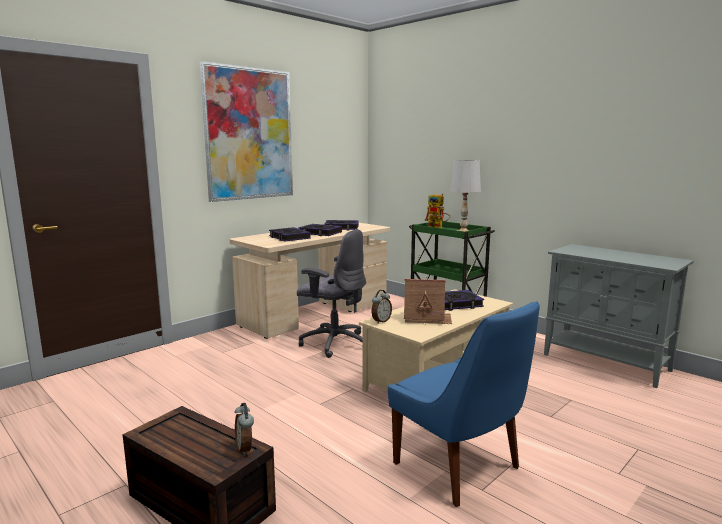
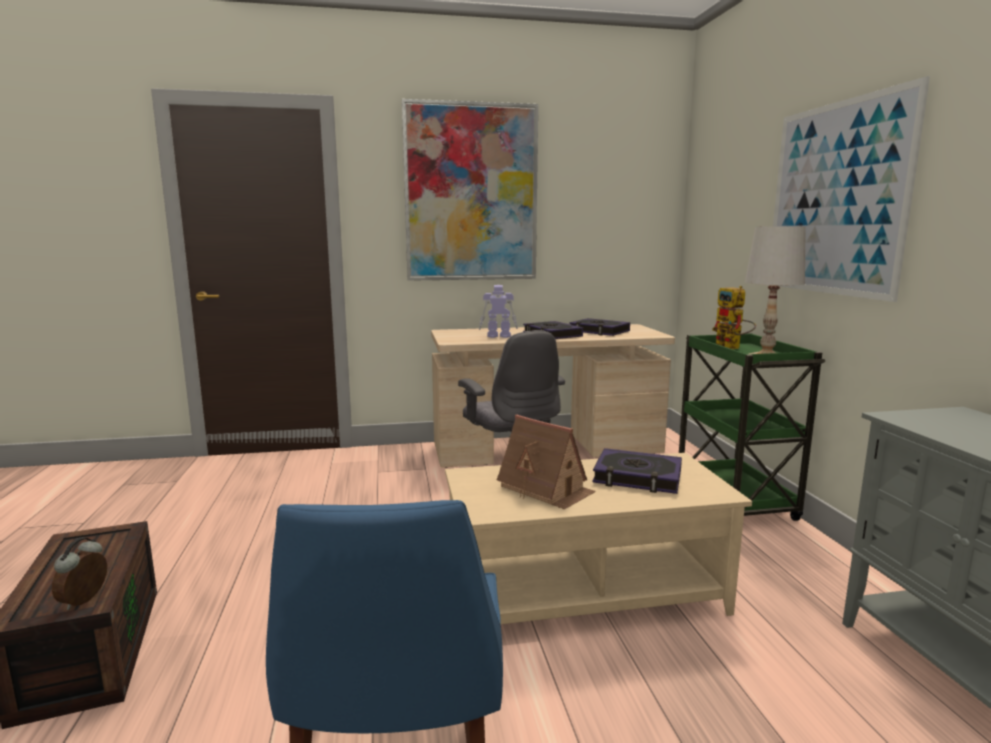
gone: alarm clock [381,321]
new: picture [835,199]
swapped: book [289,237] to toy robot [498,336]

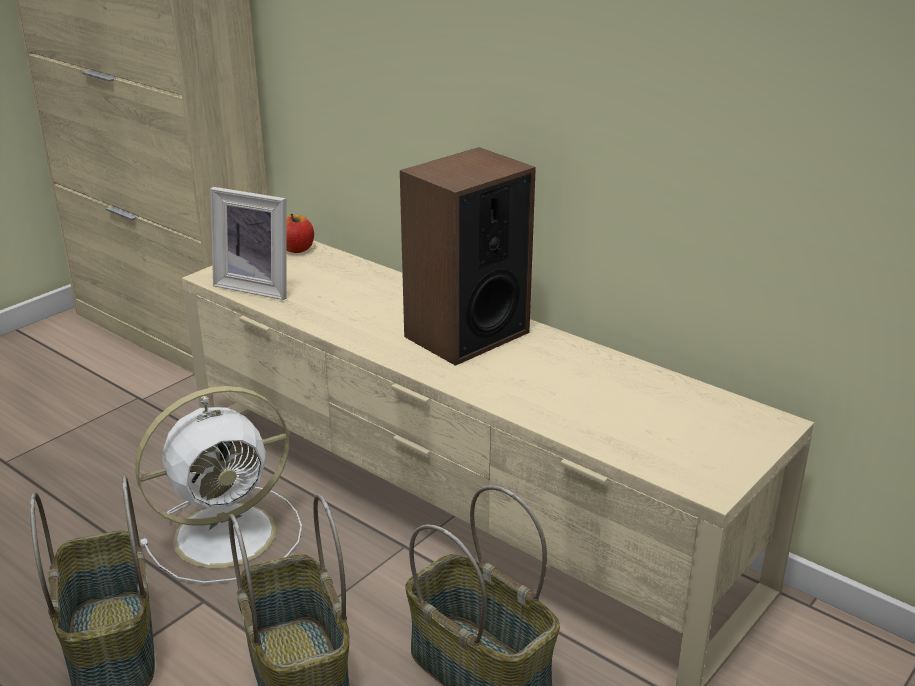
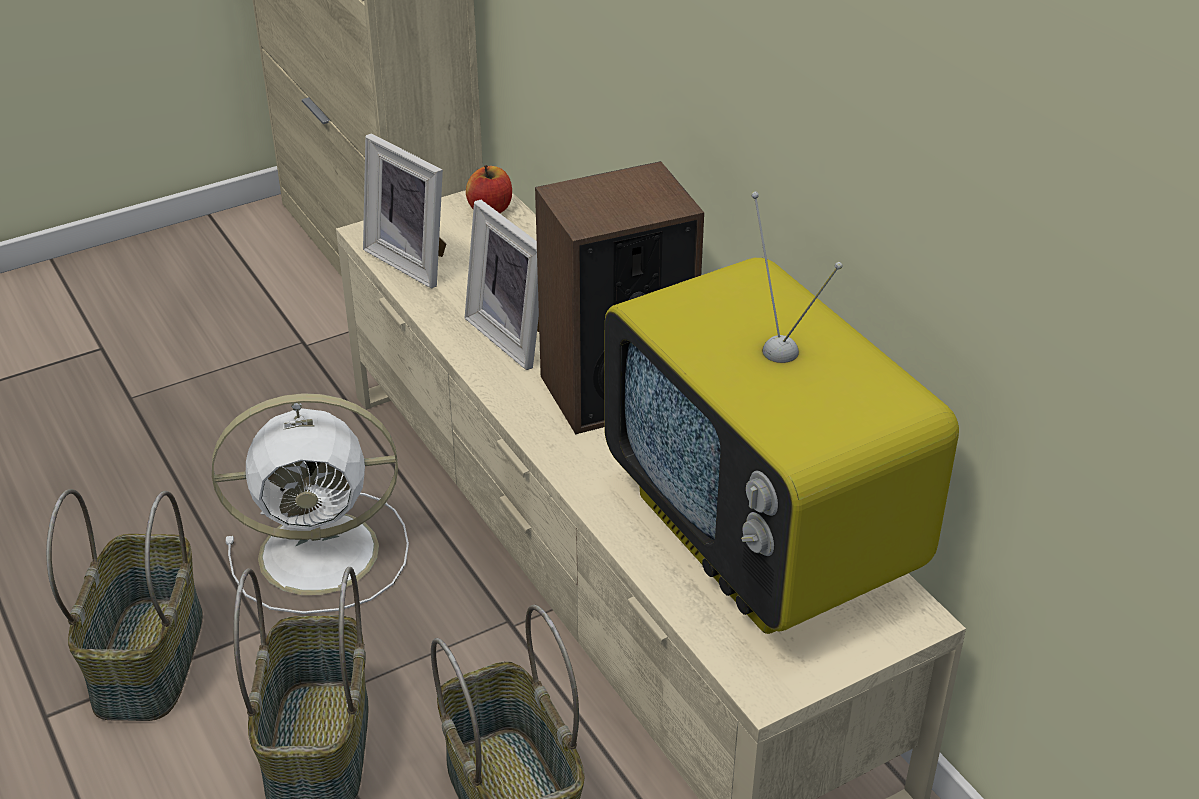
new: picture frame [515,336]; television [764,539]

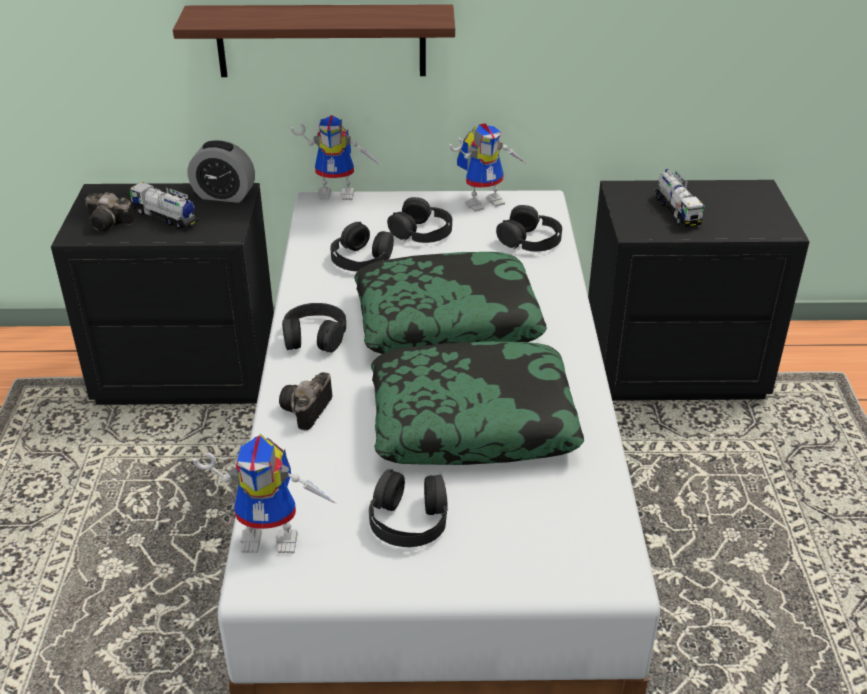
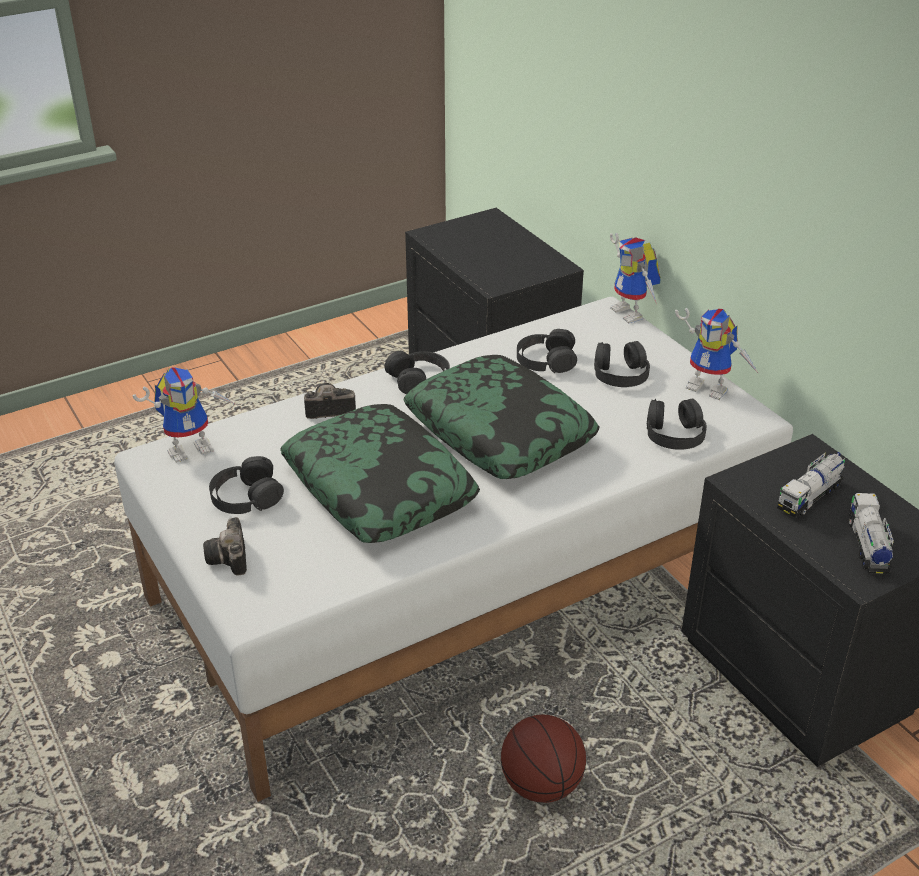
gone: shelf [321,41]; alarm clock [224,195]
new: basketball [541,785]
shifted: photo camera [110,223] to [230,559]; toy truck [165,217] to [868,546]
rotated: toy robot [275,536] = [192,447] 90 degrees counterclockwise

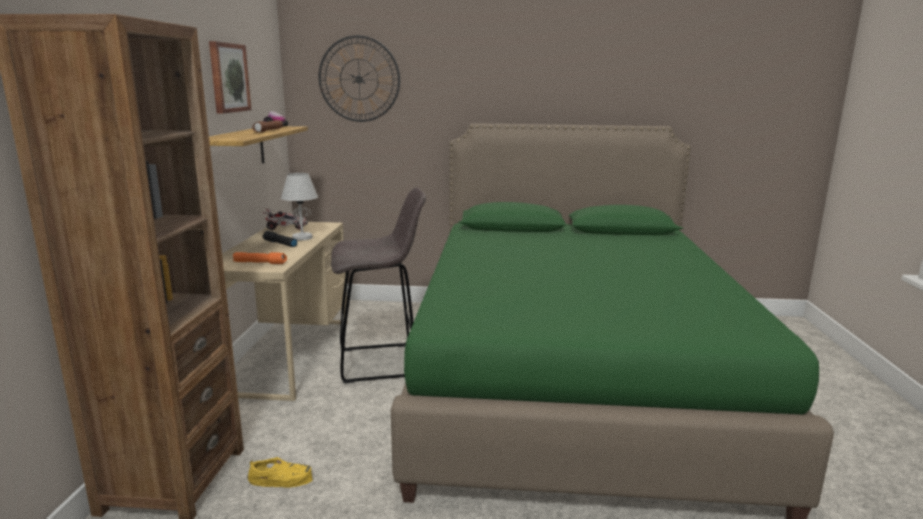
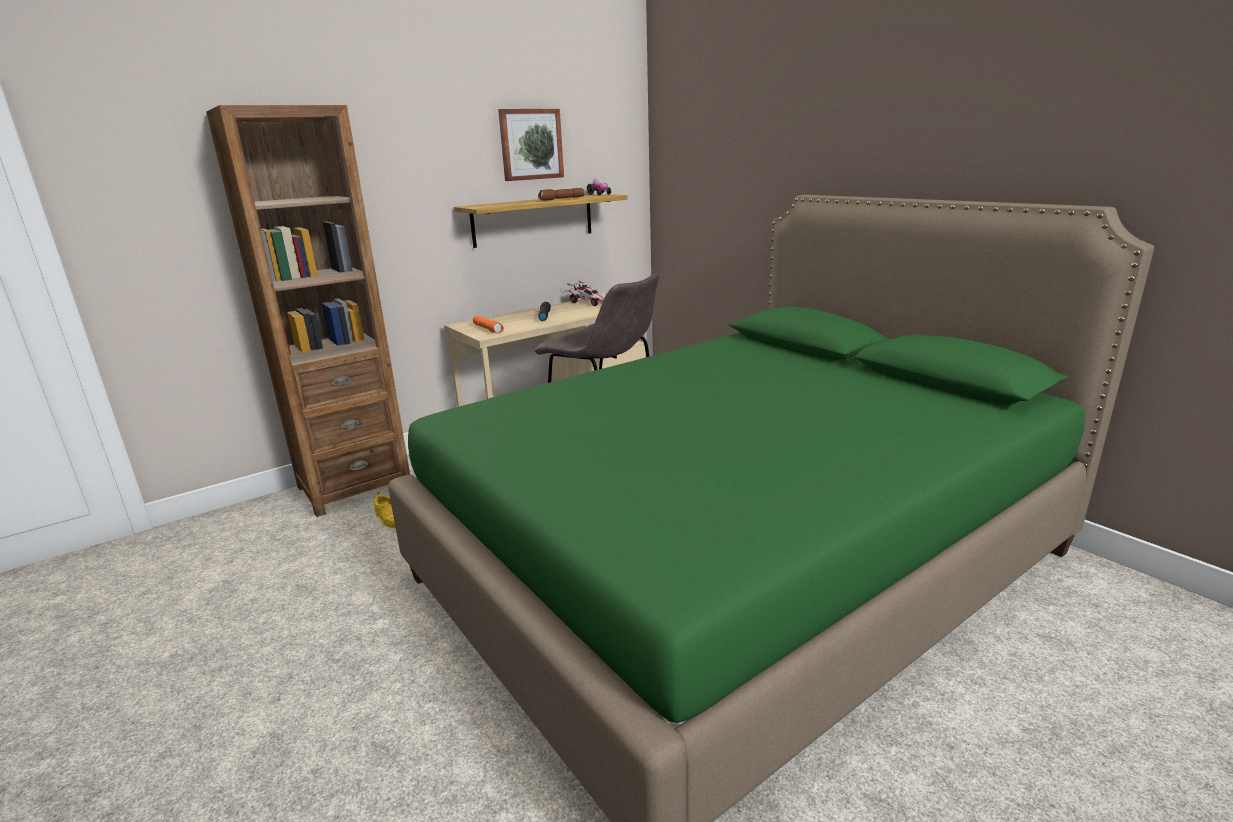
gone: table lamp in white [302,237]; wall clock [359,79]

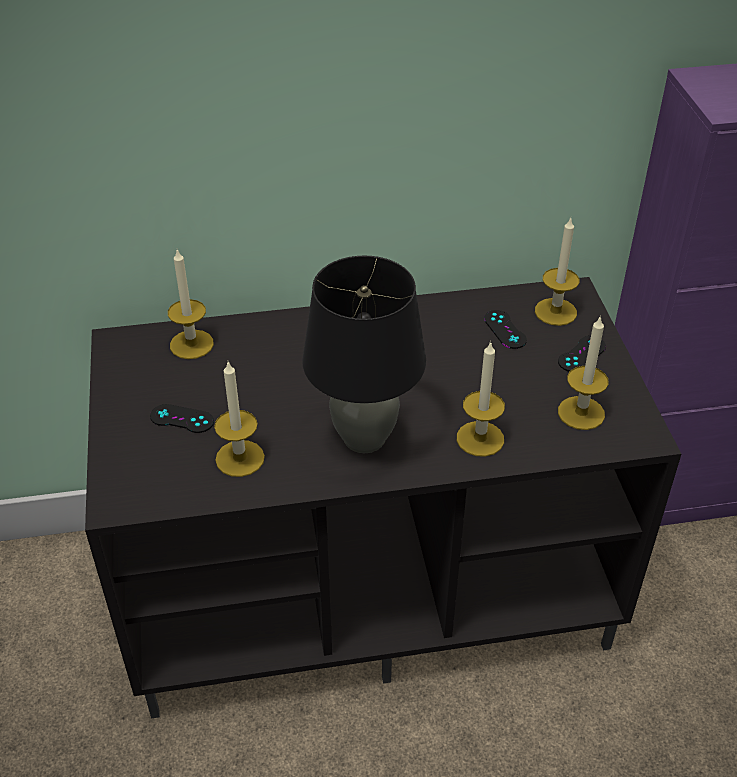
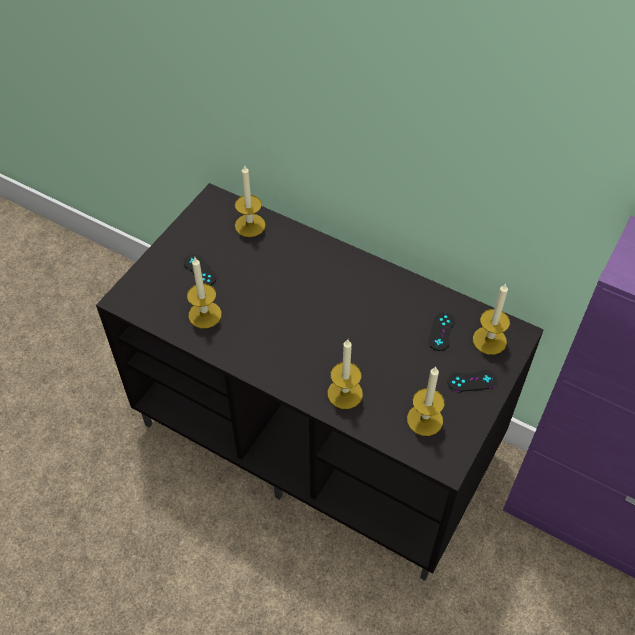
gone: table lamp in black [364,438]

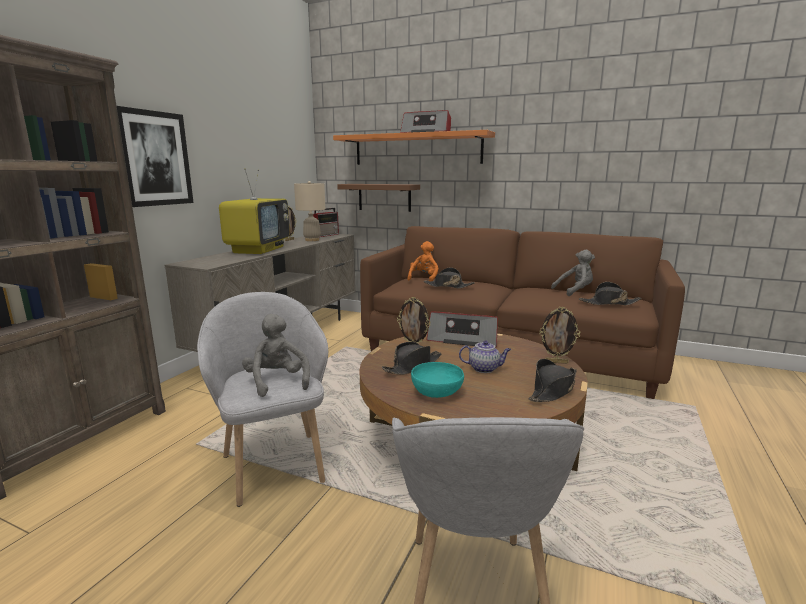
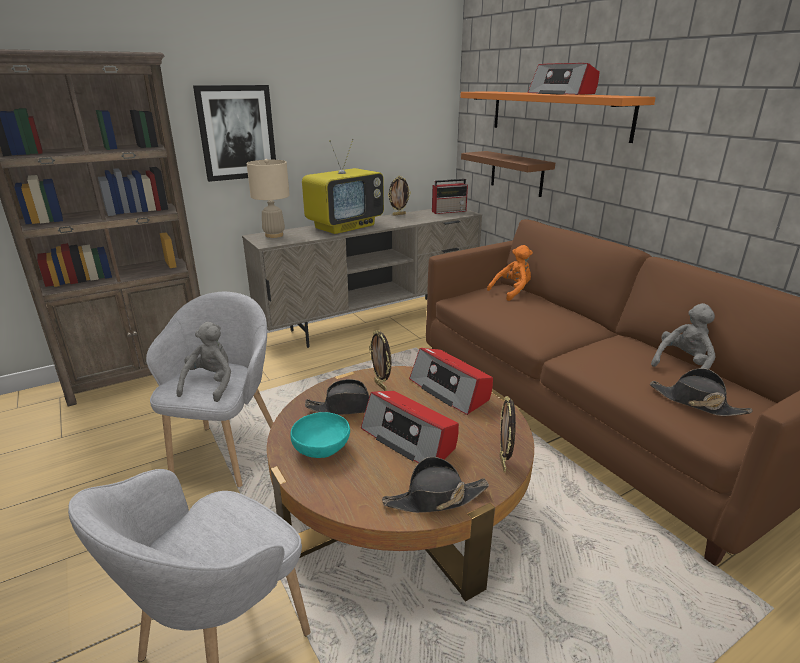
gone: hat in black [448,286]
shifted: table lamp in beige [312,240] to [274,235]
swapped: teapot [484,368] to radio [409,439]
rotated: picture frame [556,362] = [503,463] 45 degrees clockwise; plush toy in grey [575,291] = [682,365] 60 degrees counterclockwise

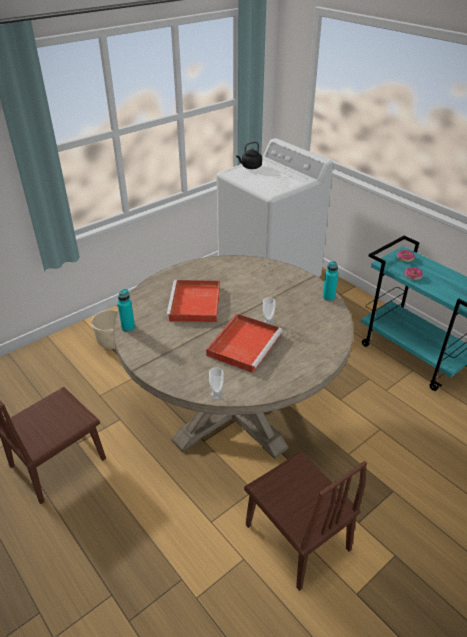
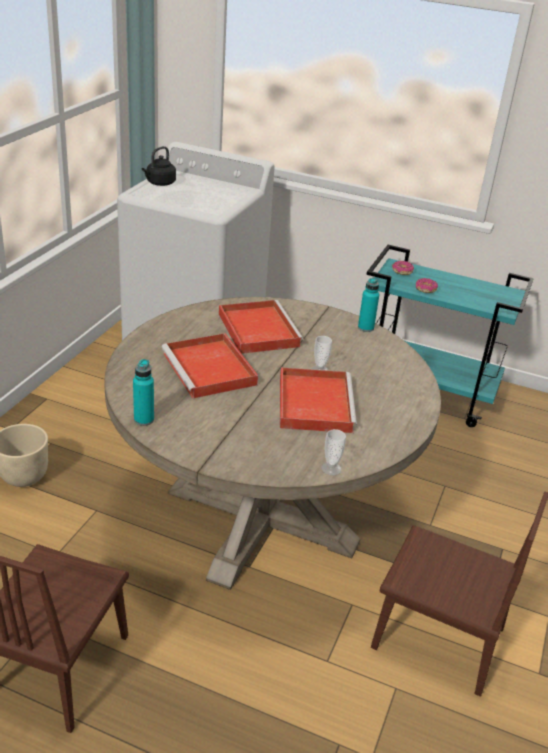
new: tray in red [257,329]

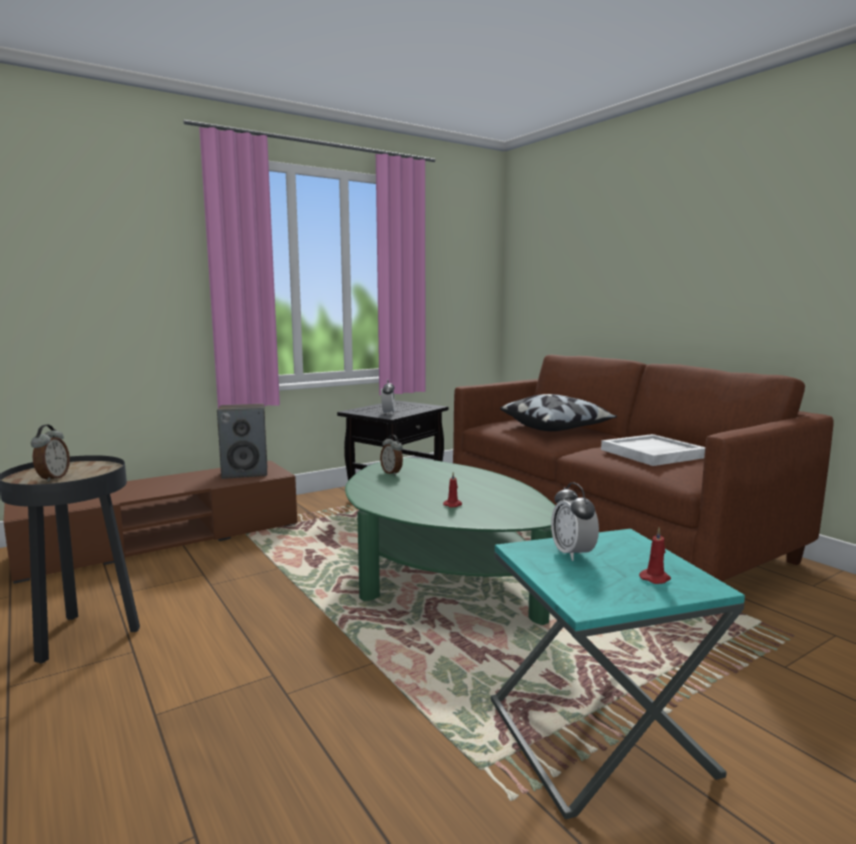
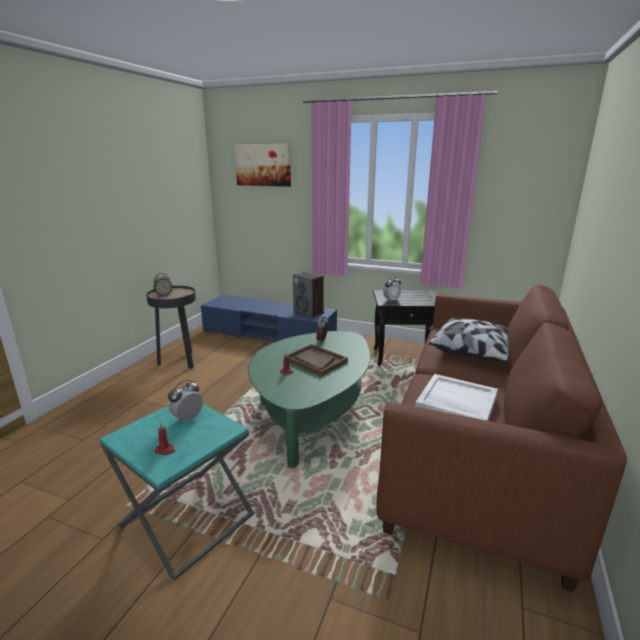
new: picture [263,165]; tray in brown [315,361]
repainted: tv stand in brown [163,540] to tv stand in blue [269,334]

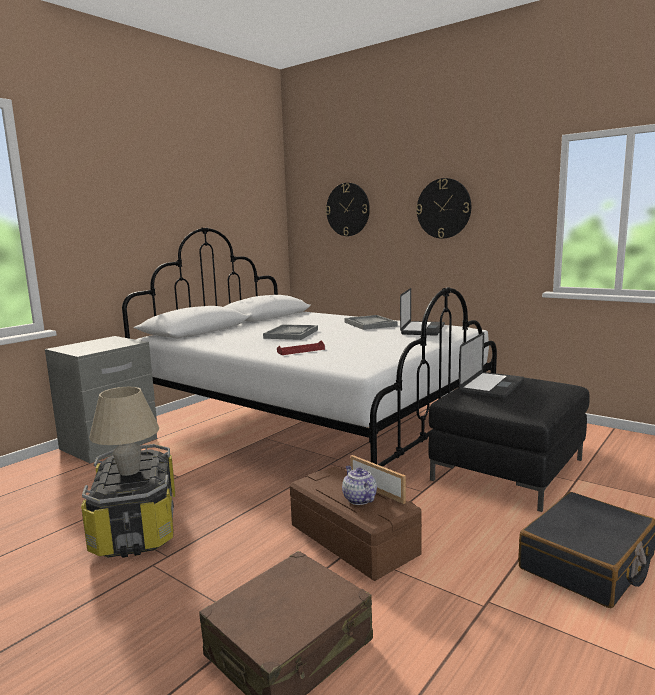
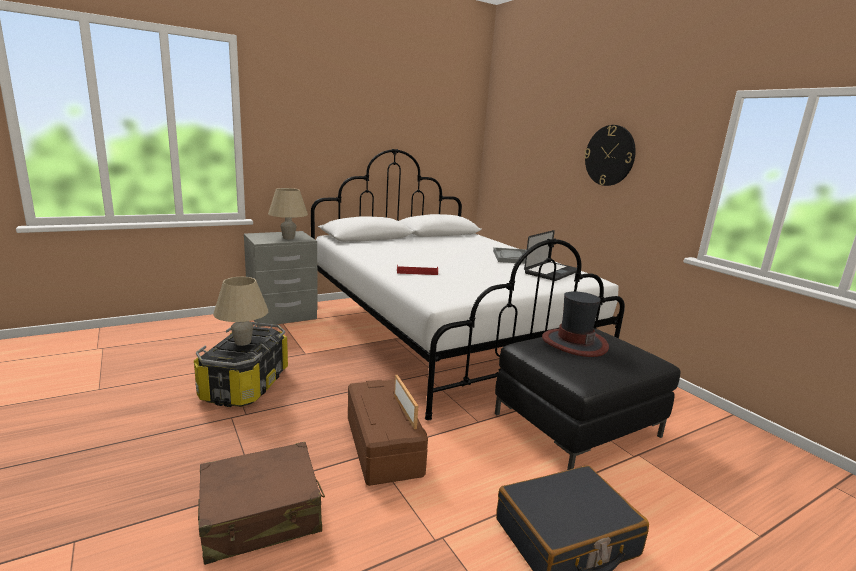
gone: tray in grey [291,334]; wall clock [348,209]; teapot [358,499]
new: table lamp in beige [288,238]
swapped: laptop [492,386] to hat [574,343]

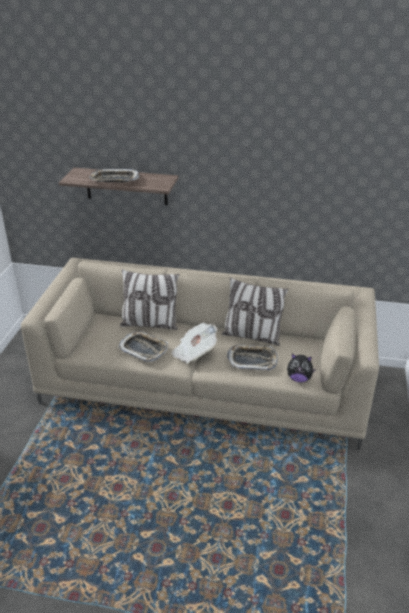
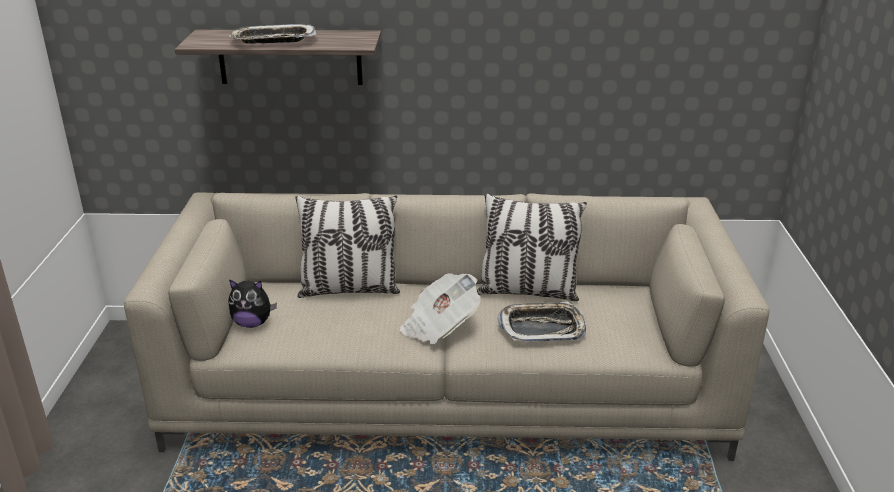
gone: tray [143,349]
shifted: plush toy [299,379] to [252,323]

